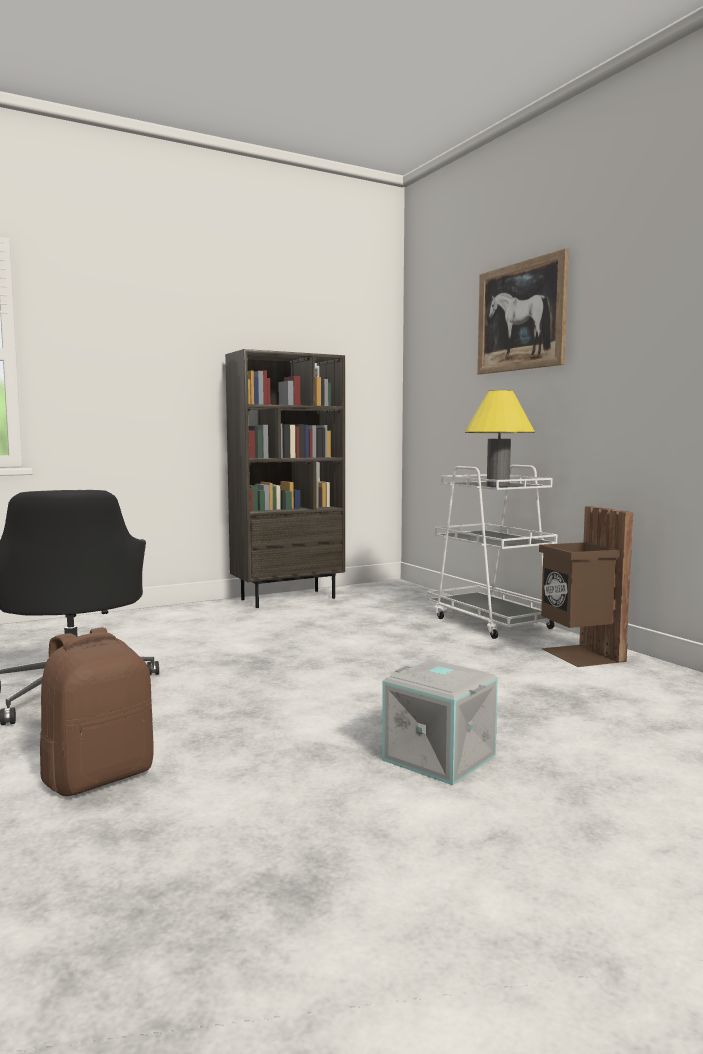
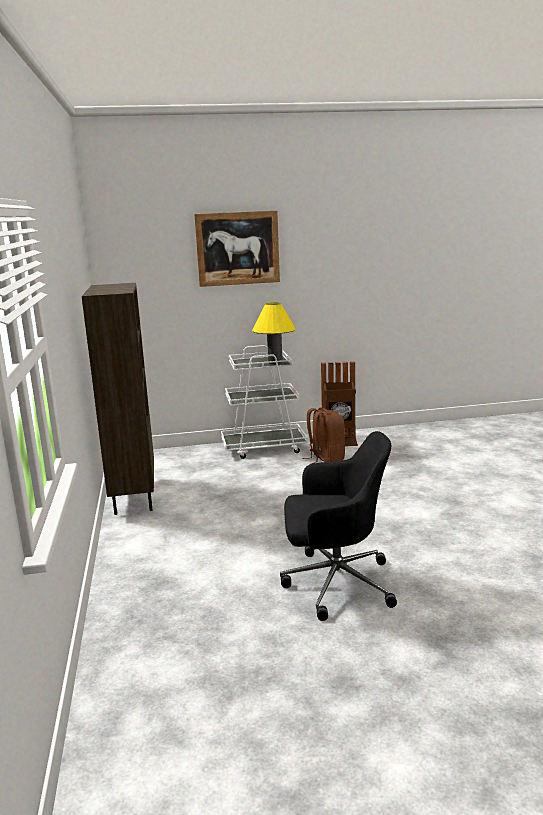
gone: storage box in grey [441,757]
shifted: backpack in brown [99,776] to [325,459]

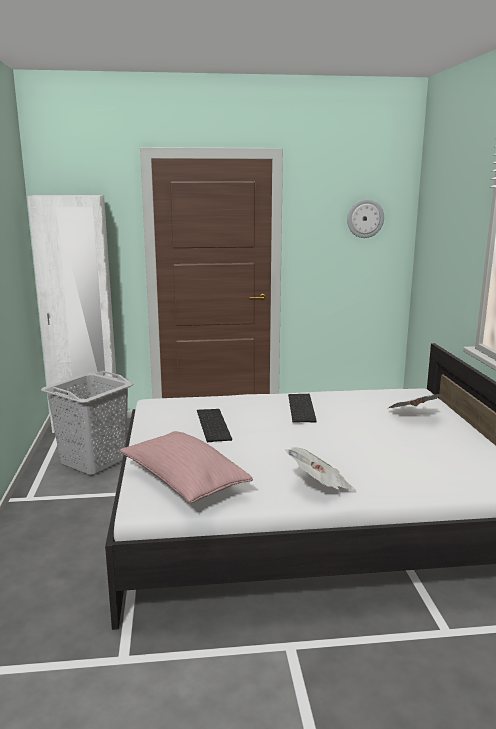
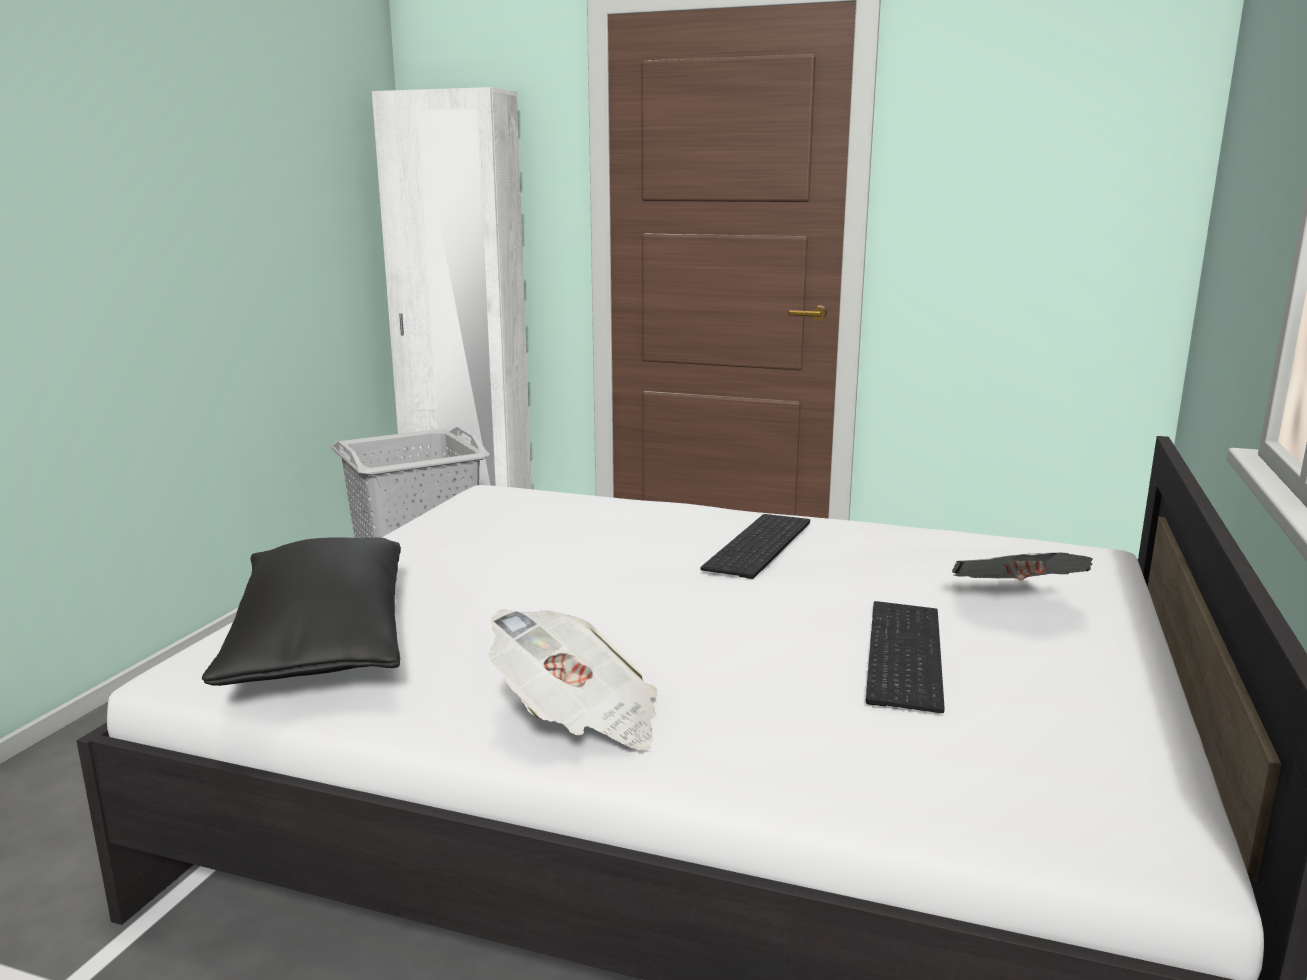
gone: wall clock [365,218]
shifted: keyboard [211,424] to [900,652]
repainted: pillow in pink [183,482] to pillow in black [321,645]

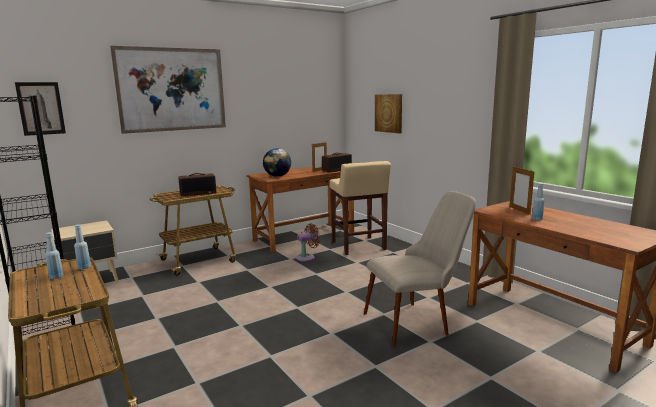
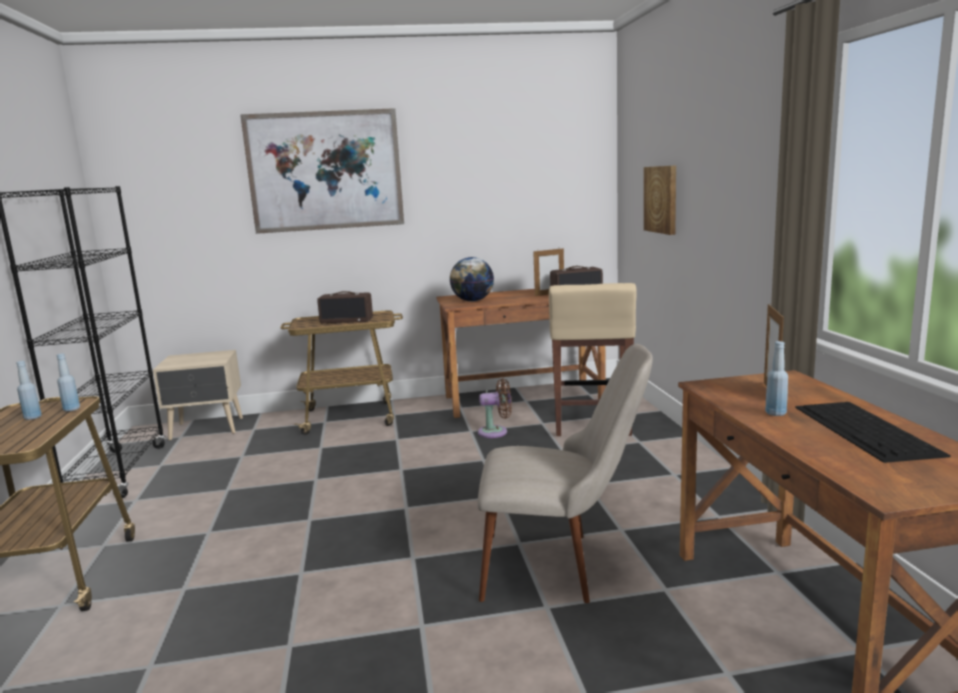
gone: picture [41,108]
new: keyboard [866,430]

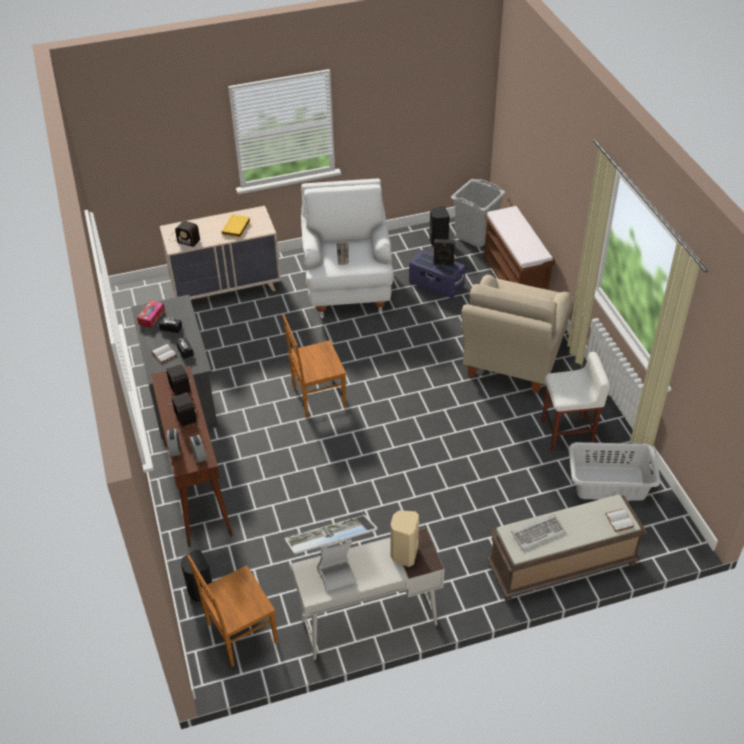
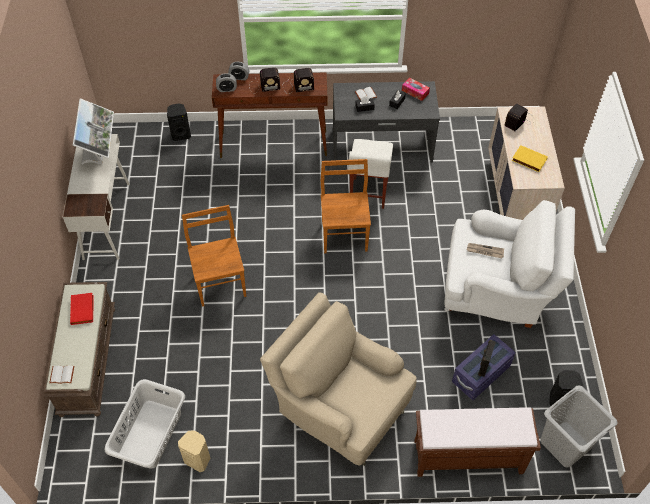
shifted: chair in brown [240,634] to [220,283]; speaker in beige [404,554] to [198,459]; stool in white [568,433] to [368,193]
swapped: keyboard [537,532] to book in red [83,310]

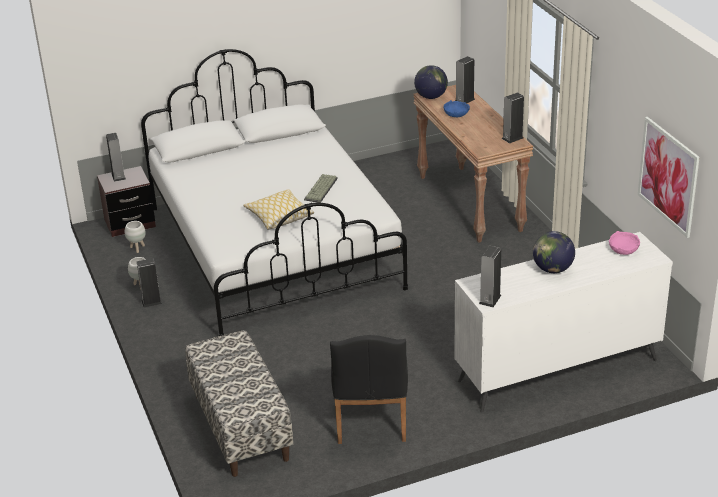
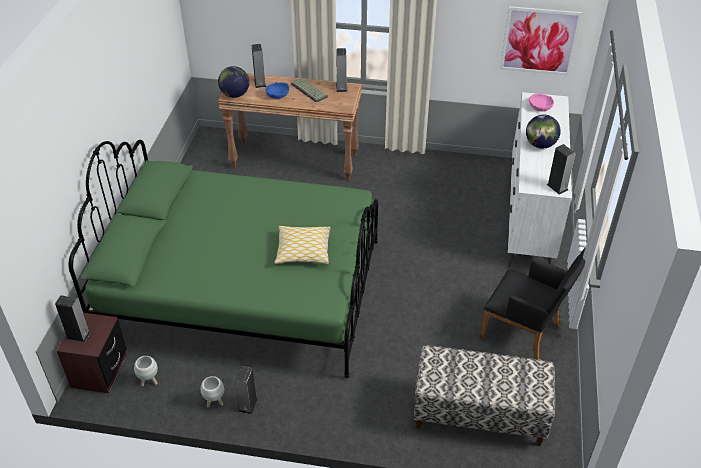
shifted: keyboard [321,189] to [310,90]
repainted: bed in white [274,247] to bed in green [244,289]

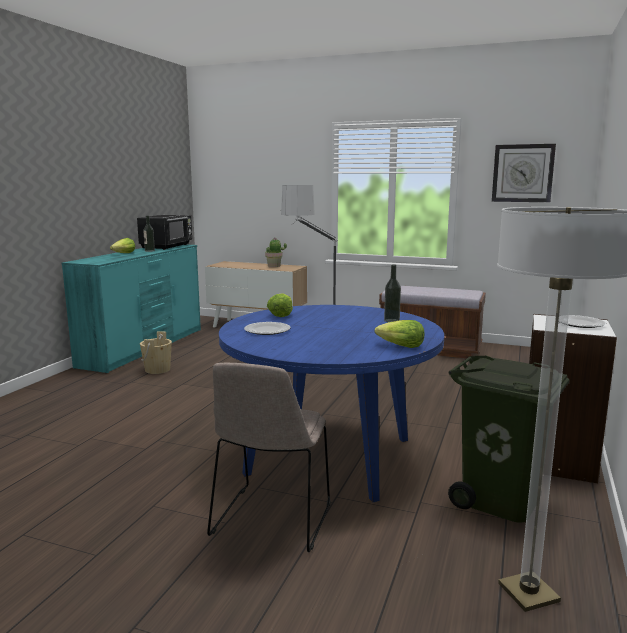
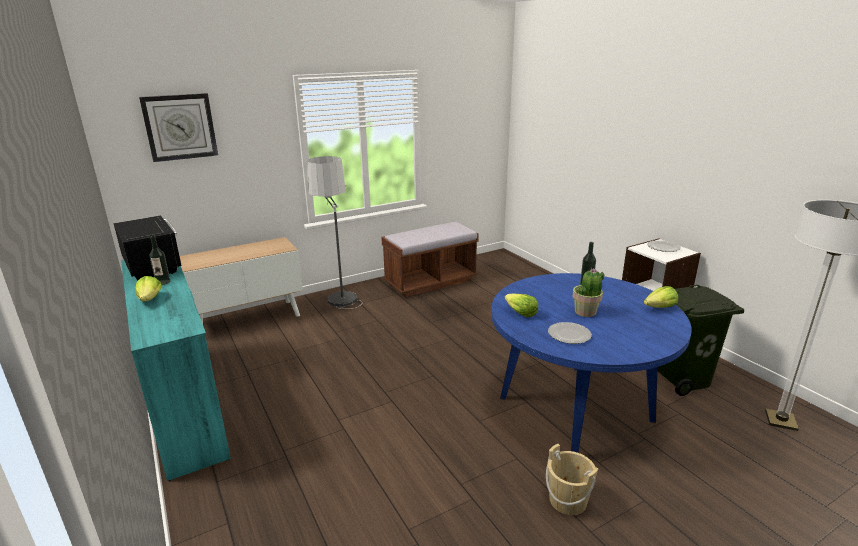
gone: chair in beige [271,521]
shifted: bucket in beige [157,370] to [567,500]; potted plant [274,266] to [585,312]; wall clock [522,173] to [180,127]

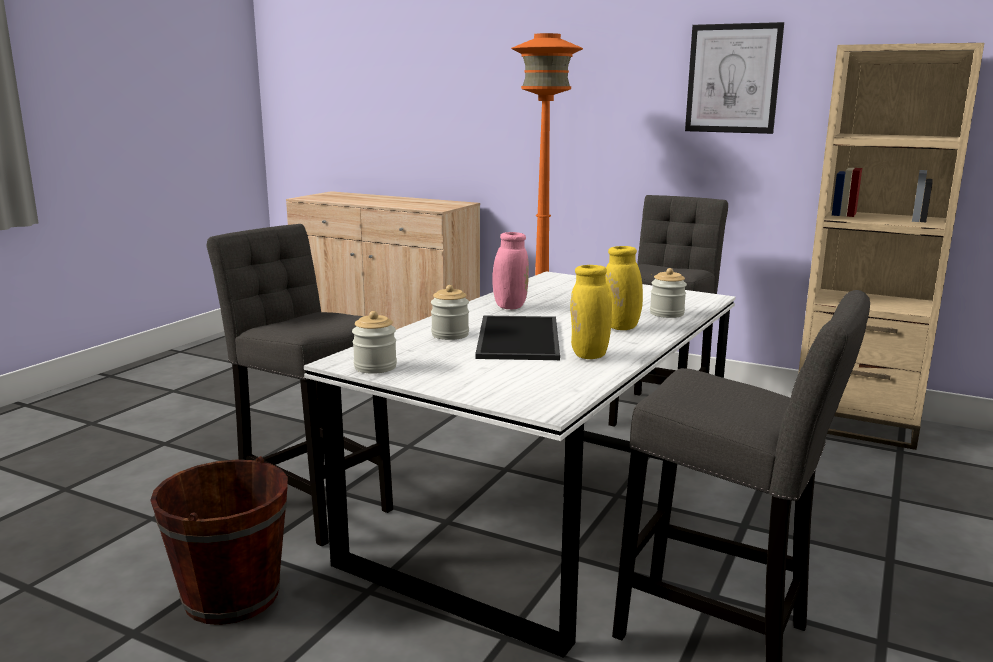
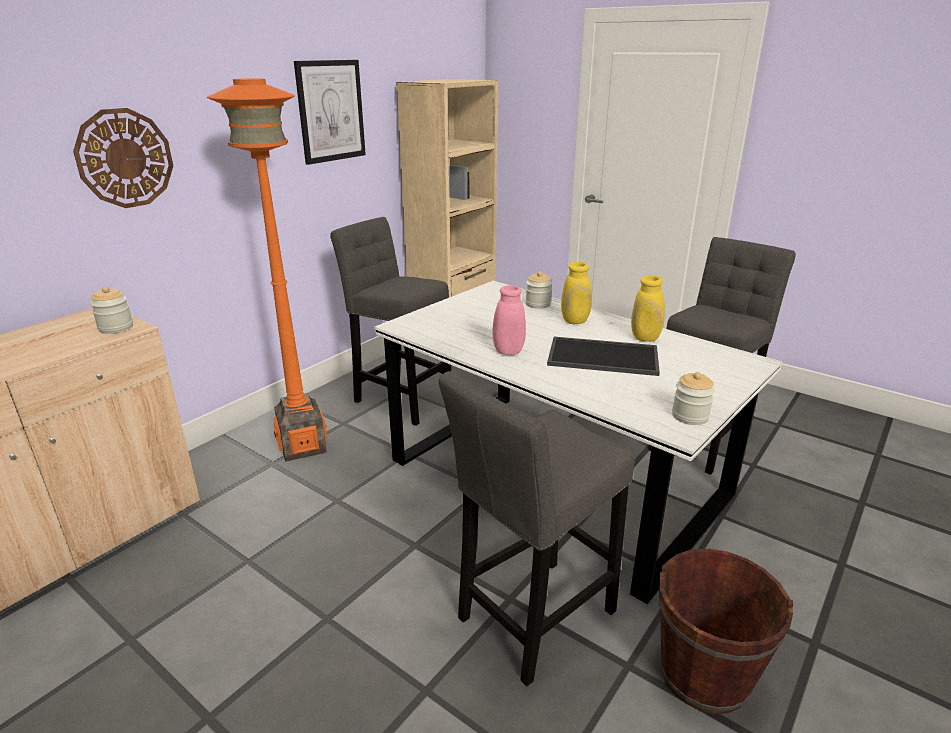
new: wall clock [125,158]
shifted: jar [450,335] to [116,328]

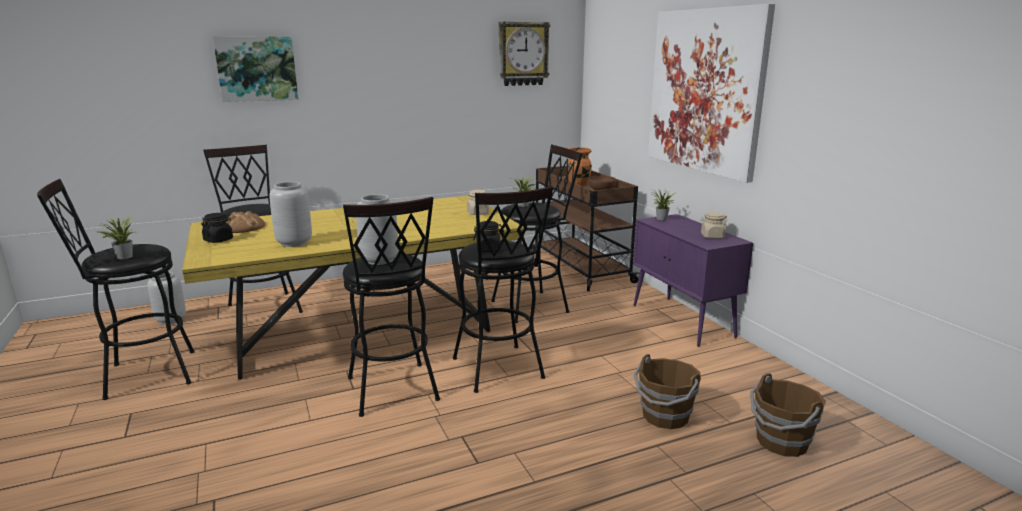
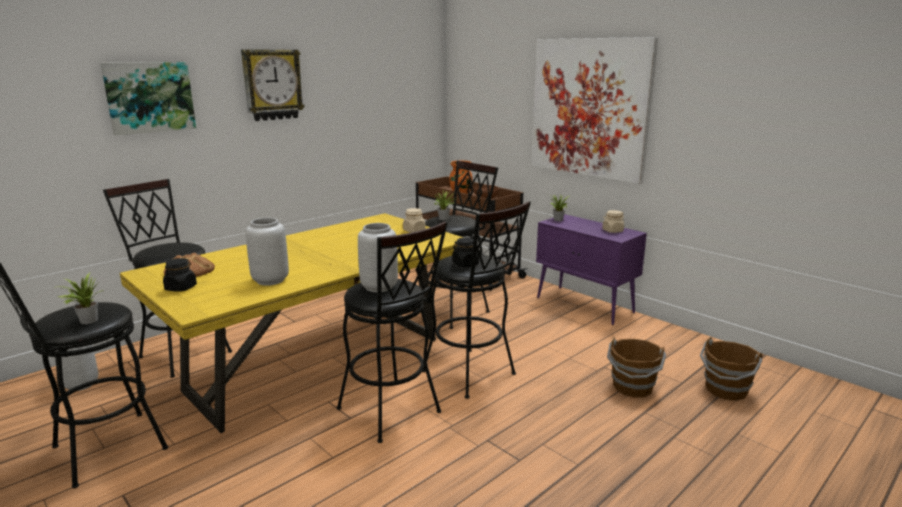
shifted: wall clock [523,54] to [272,85]

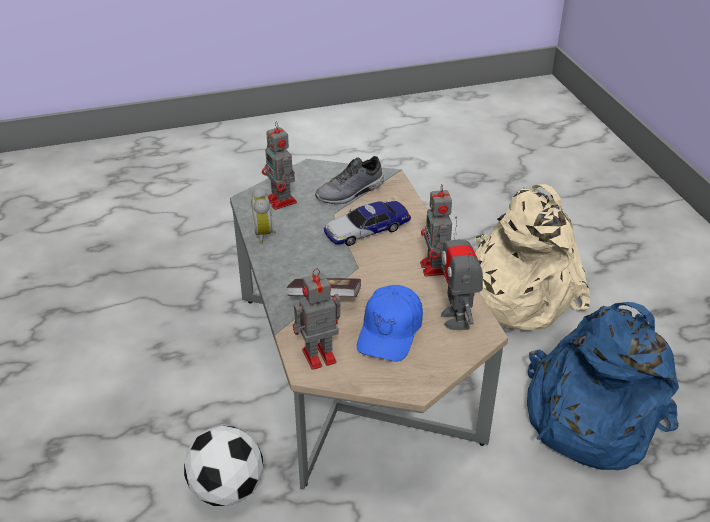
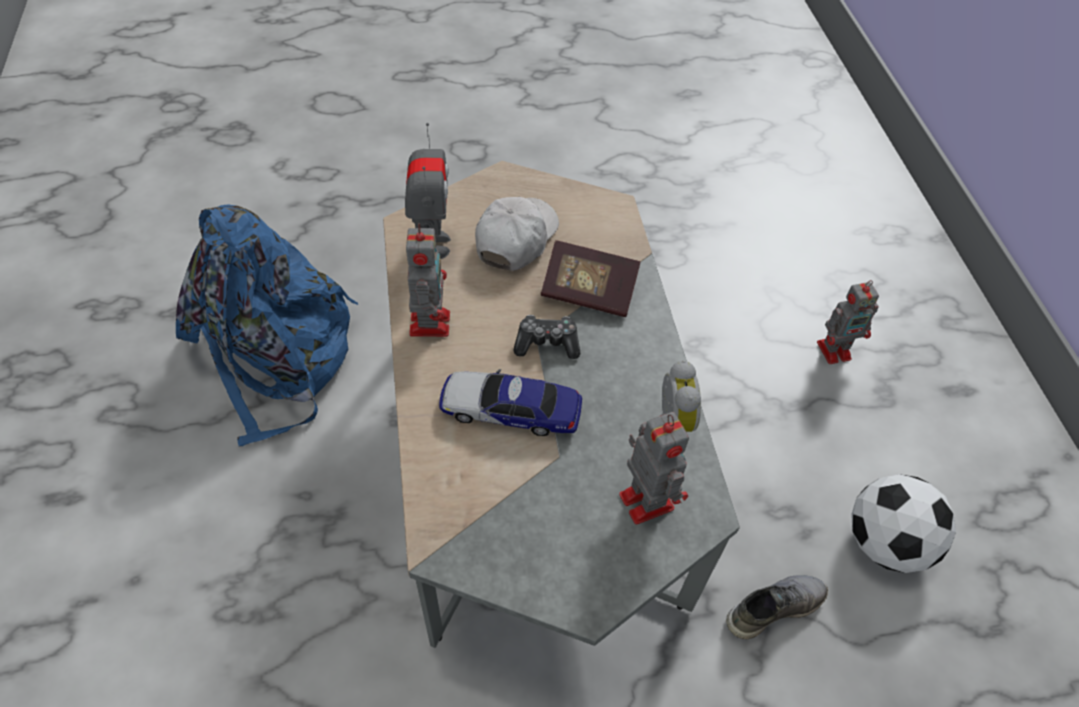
gone: backpack in beige [516,292]
new: game controller [547,343]
shifted: football [227,489] to [885,542]; toy robot [317,356] to [835,350]; shoe in grey [350,193] to [773,607]
repainted: cap in blue [390,331] to cap in white [516,238]
rotated: toy car [367,230] = [510,410] 150 degrees counterclockwise

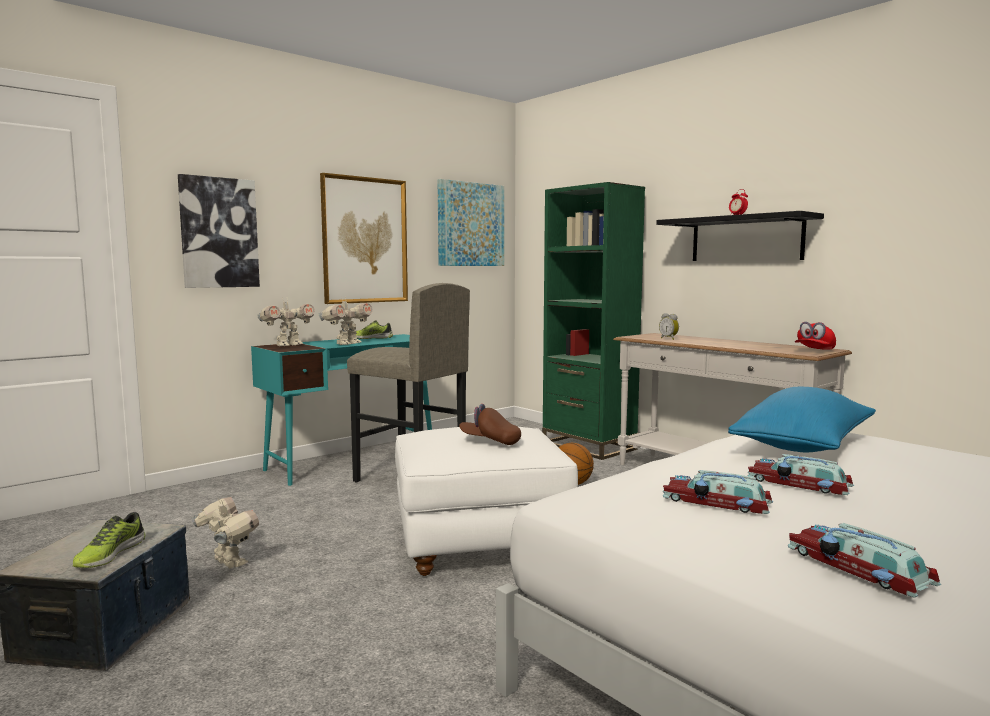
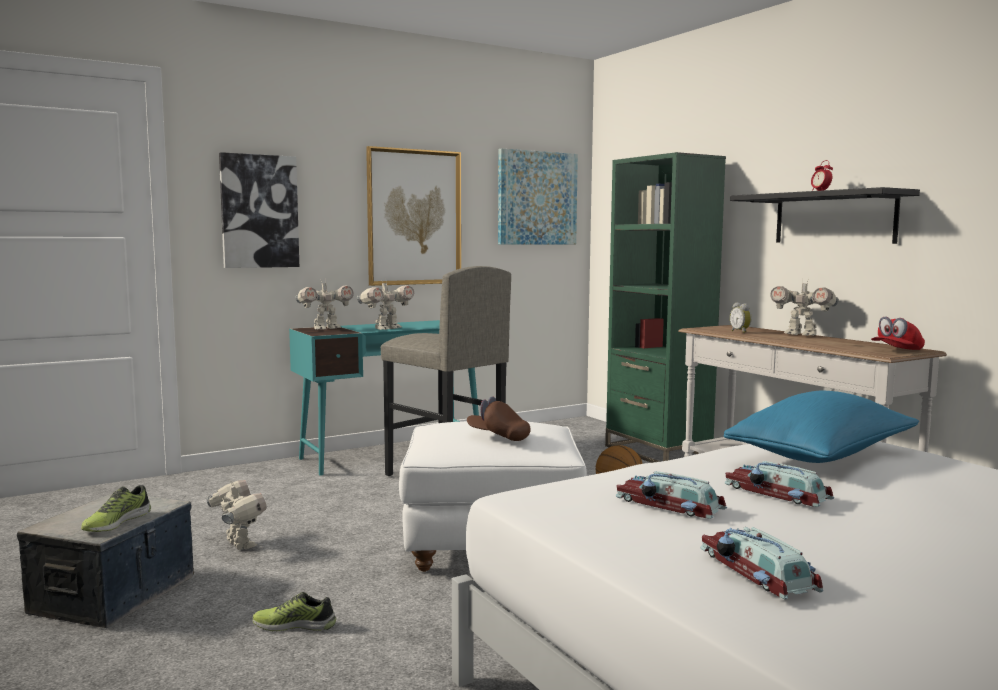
new: toy robot [801,335]
shifted: shoe [371,338] to [295,625]

